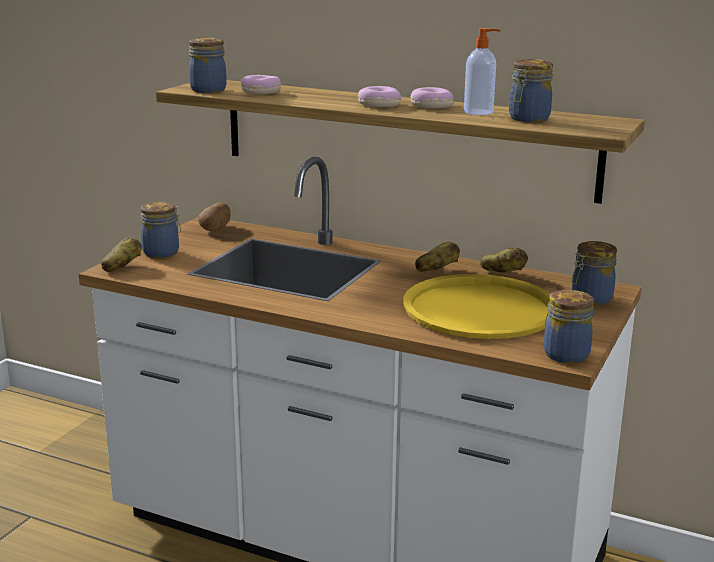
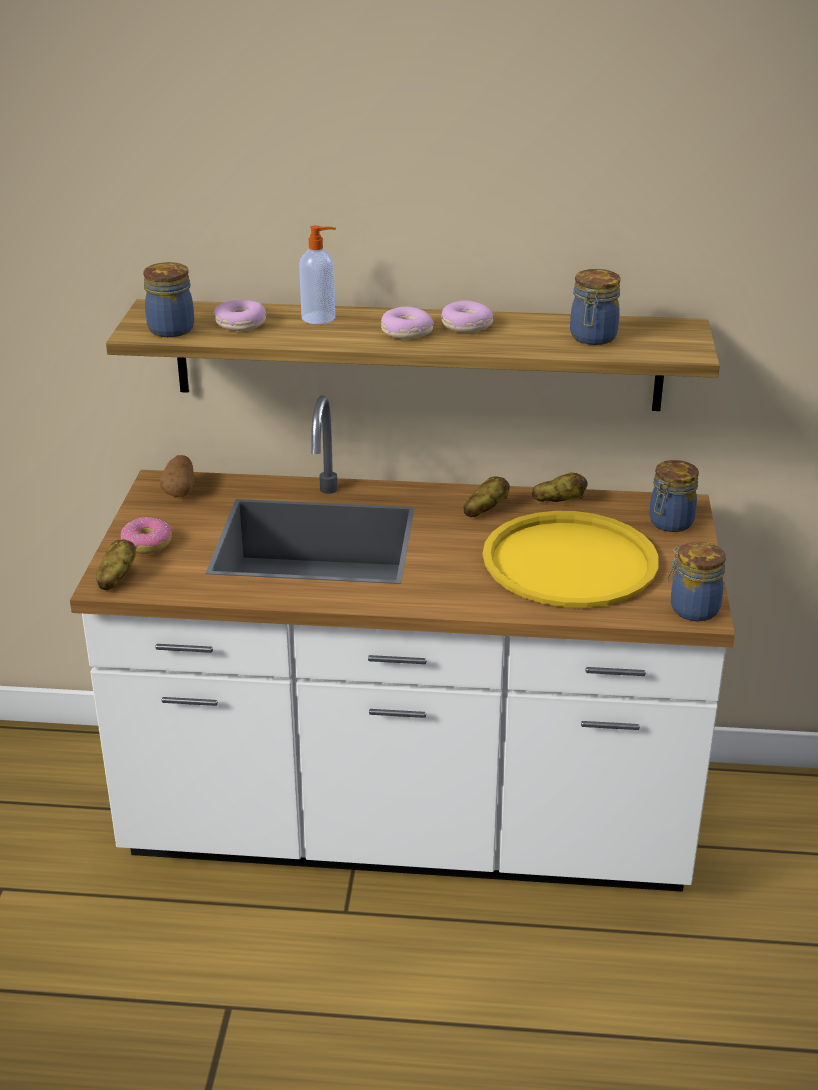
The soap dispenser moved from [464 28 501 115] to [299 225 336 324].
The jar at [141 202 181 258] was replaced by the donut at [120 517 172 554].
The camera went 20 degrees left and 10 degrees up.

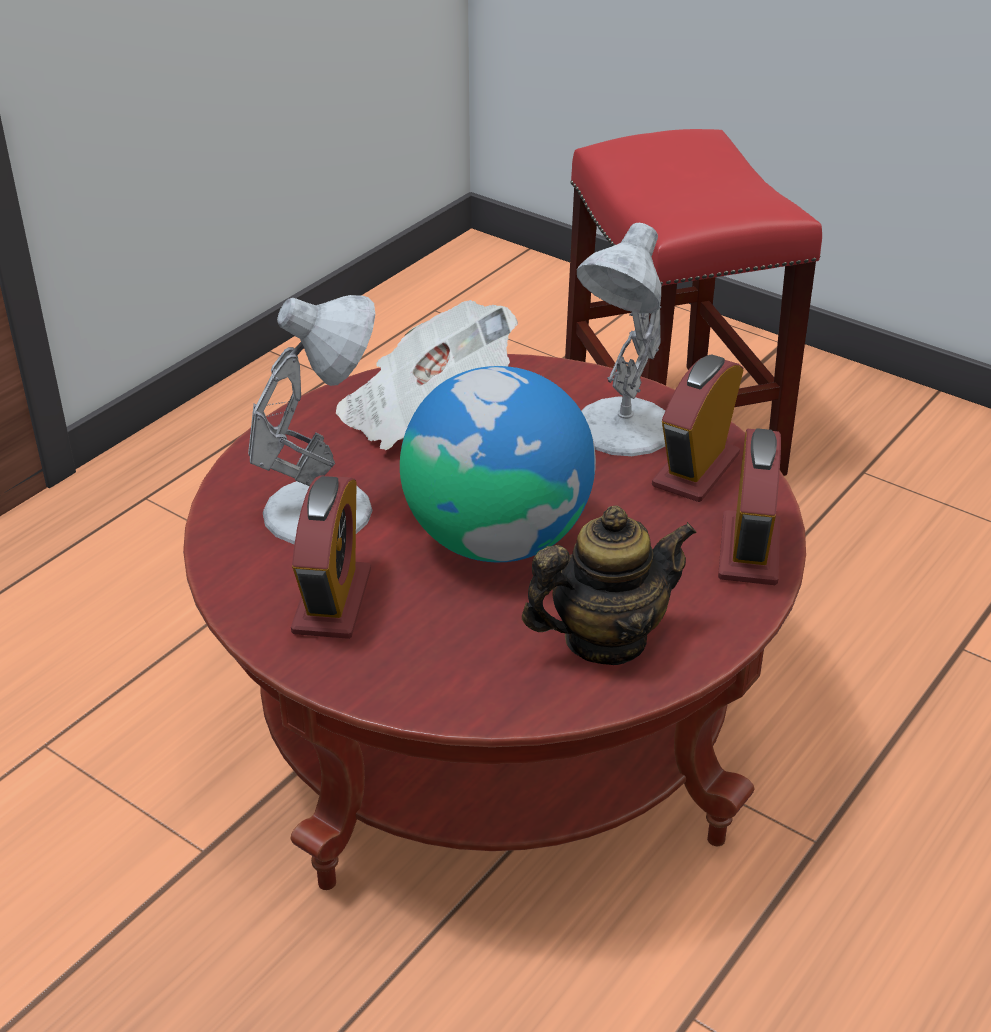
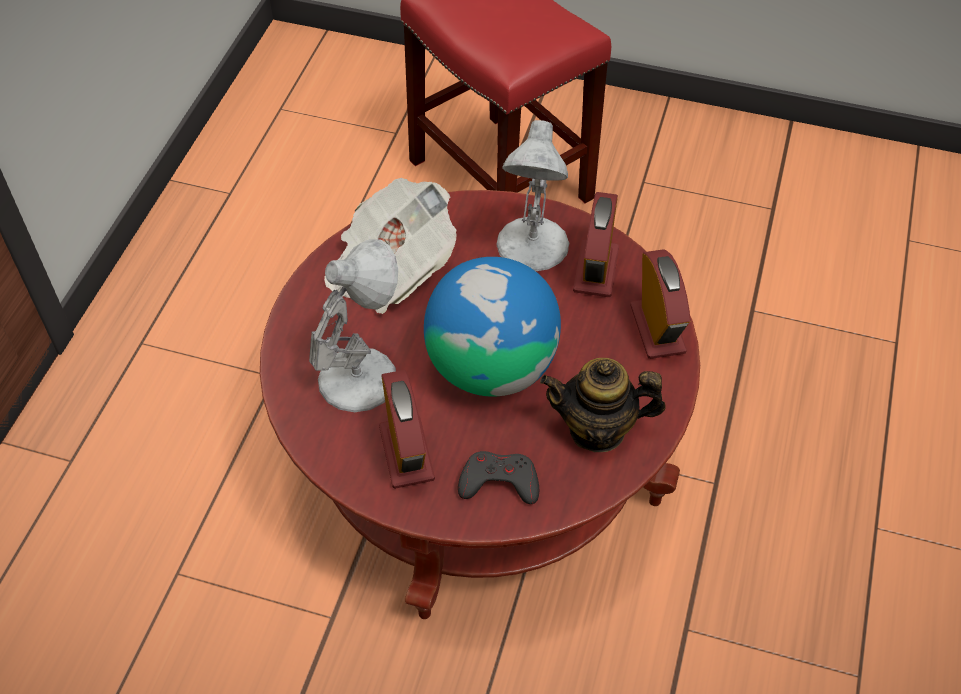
The teapot at [522 506 697 665] turned 135 degrees counterclockwise.
The grey game controller at [458 451 539 504] appeared.
The camera went 20 degrees left and 15 degrees up.

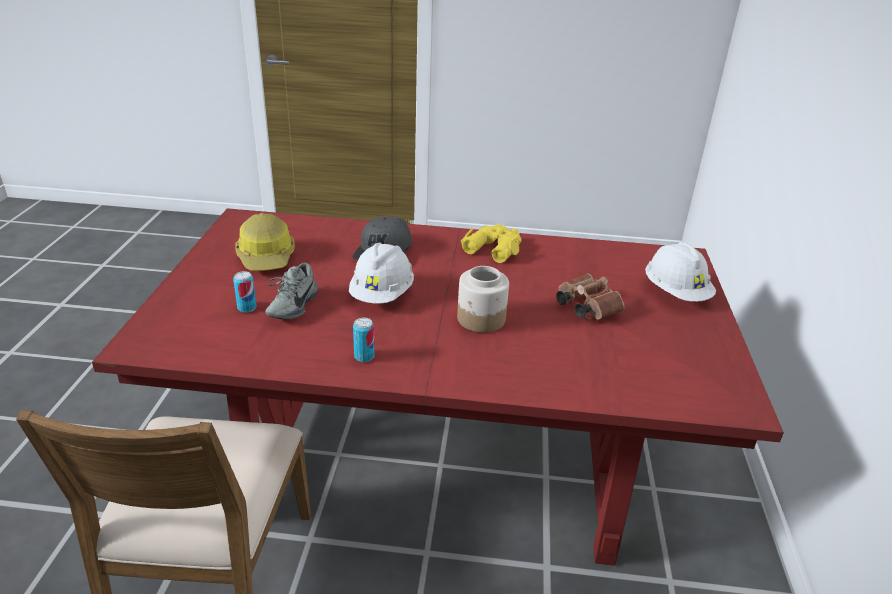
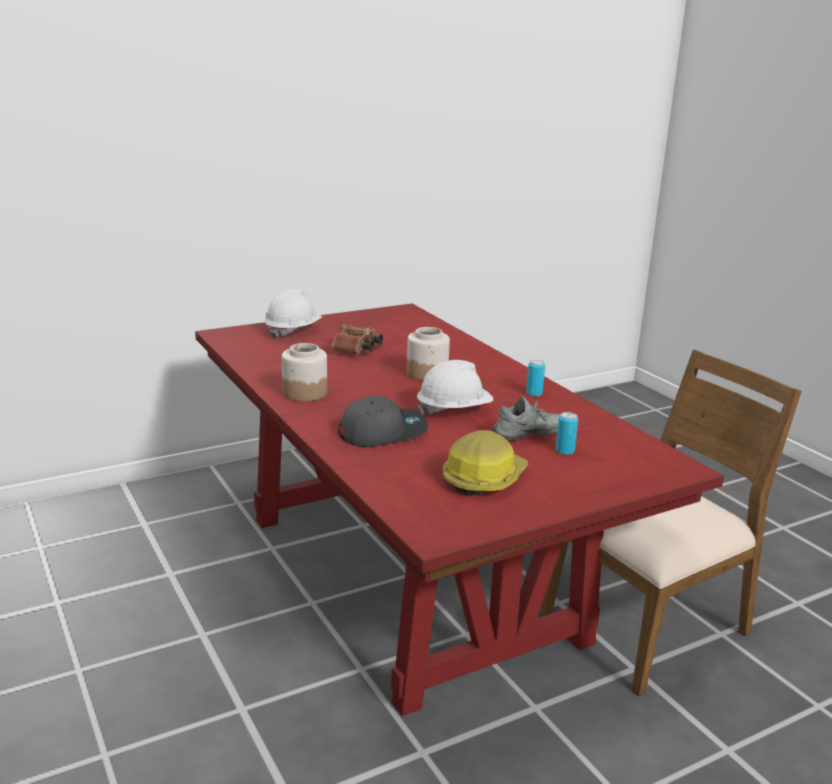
The yellow binoculars at [461 224 522 263] was replaced by the jar at [282 343 327 402].
The camera went 125 degrees left and 10 degrees down.

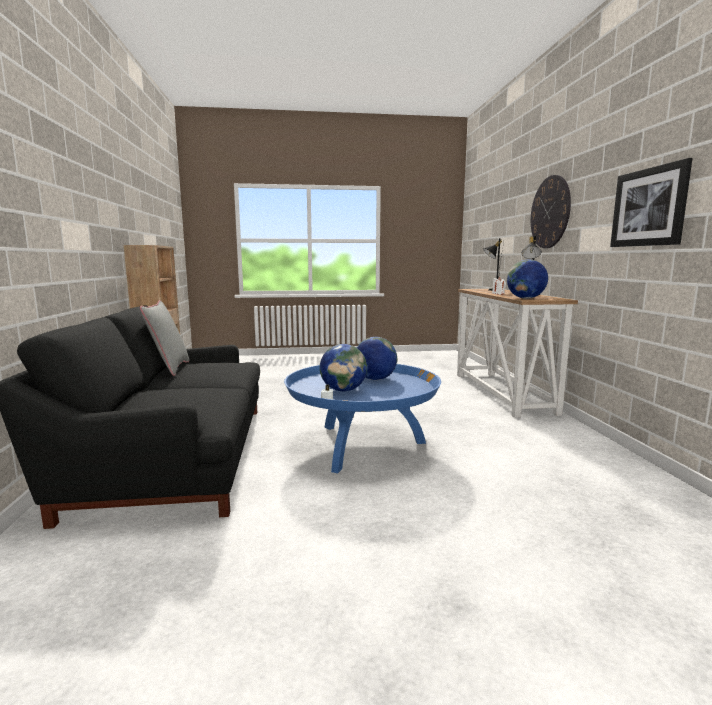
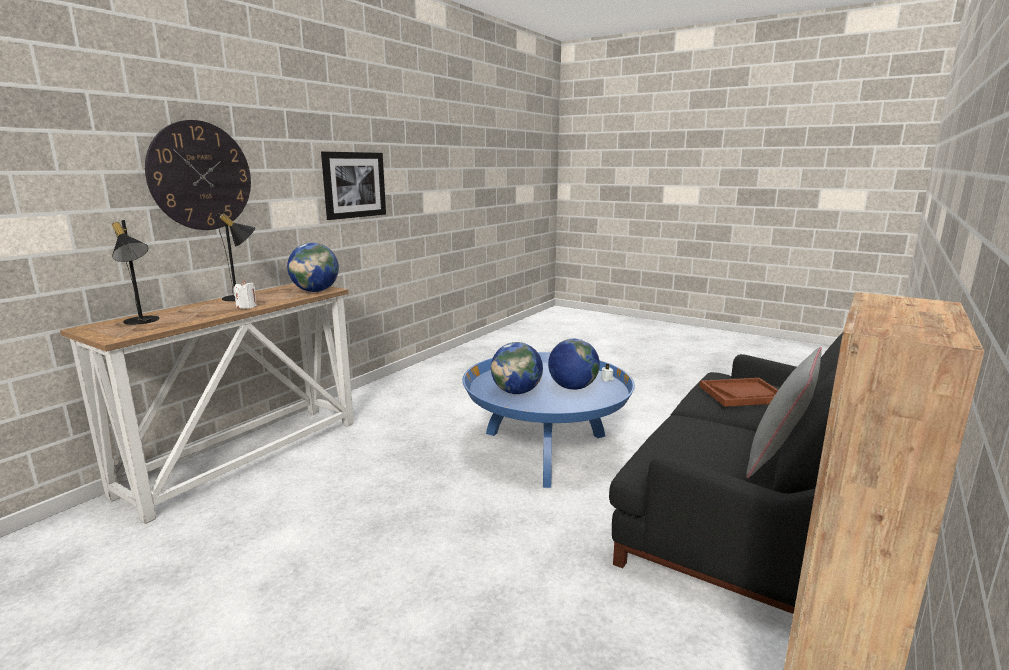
The brown tray at [700 378 778 407] appeared.
The camera went 140 degrees left and 5 degrees up.

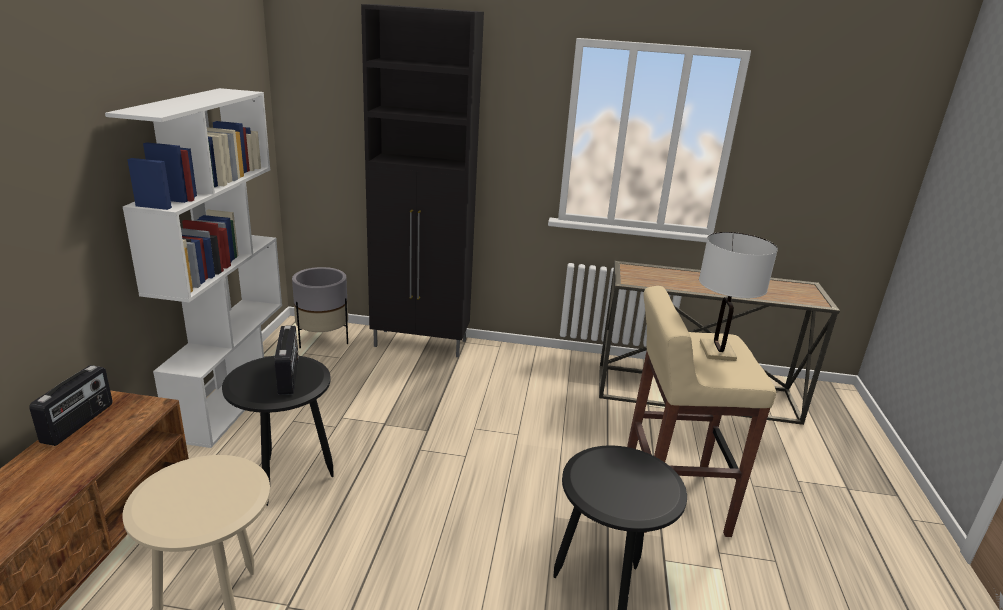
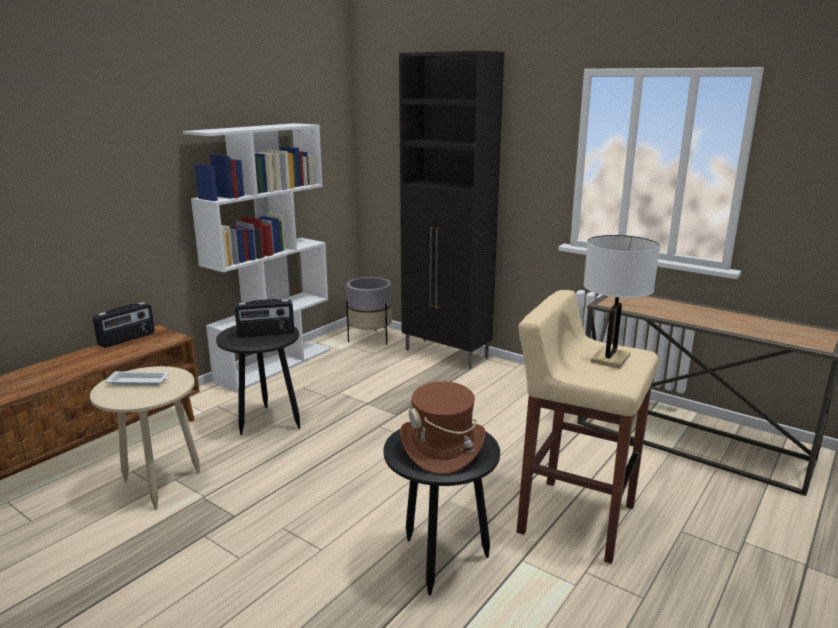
The radio at [274 325 299 395] turned 60 degrees clockwise.
The white tray at [105 371 169 386] appeared.
The brown hat at [400 381 486 475] appeared.
The camera went 30 degrees right and 5 degrees down.

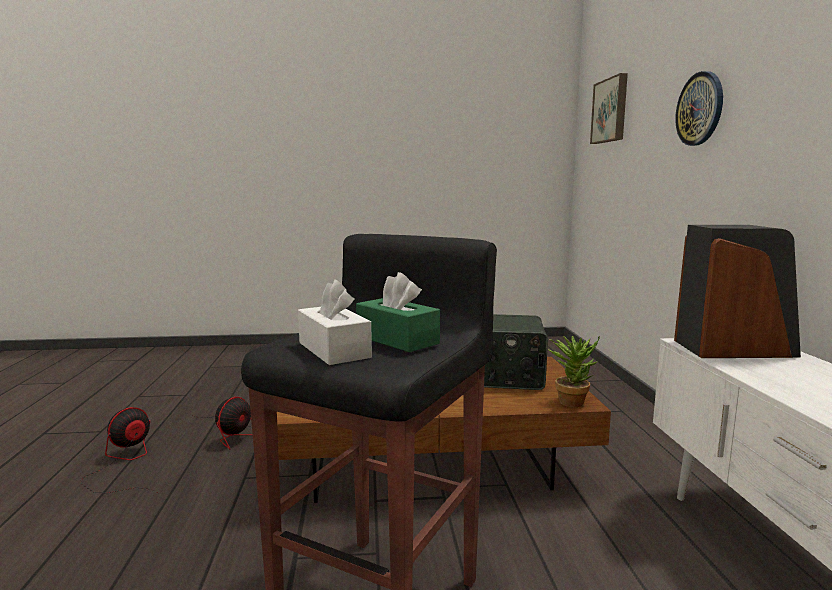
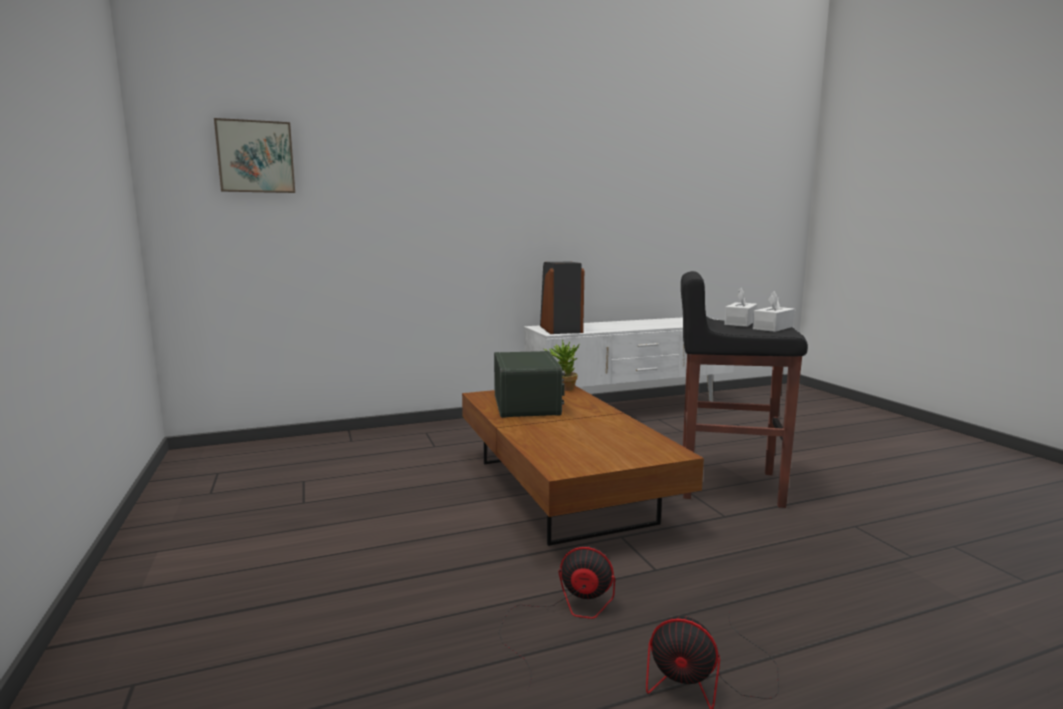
The wall clock at [675 71 723 146] disappeared.
The green tissue box at [356 272 440 352] became the white tissue box at [724 288 757 327].
The camera went 105 degrees left and 0 degrees up.

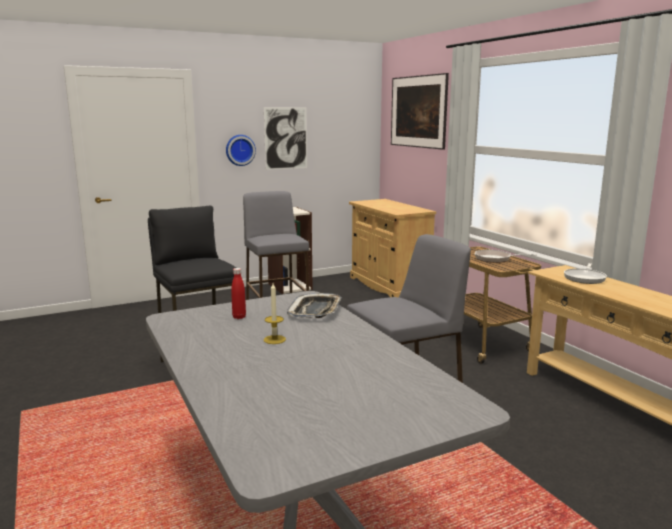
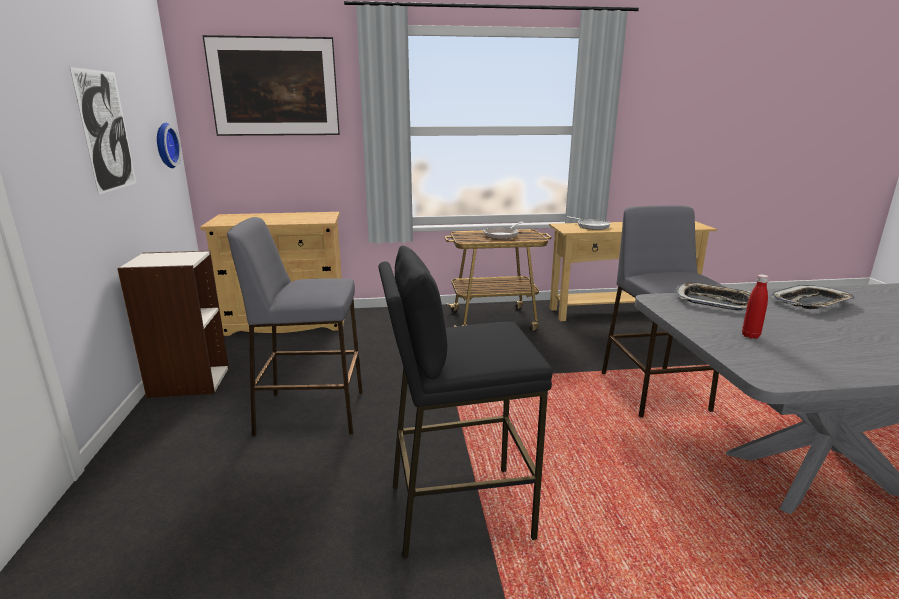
The wall clock moved from [226 135 256 166] to [157 123 181 168].
The candle at [264 283 286 344] disappeared.
The tray at [771 285 855 309] appeared.
The camera went 70 degrees left and 5 degrees up.

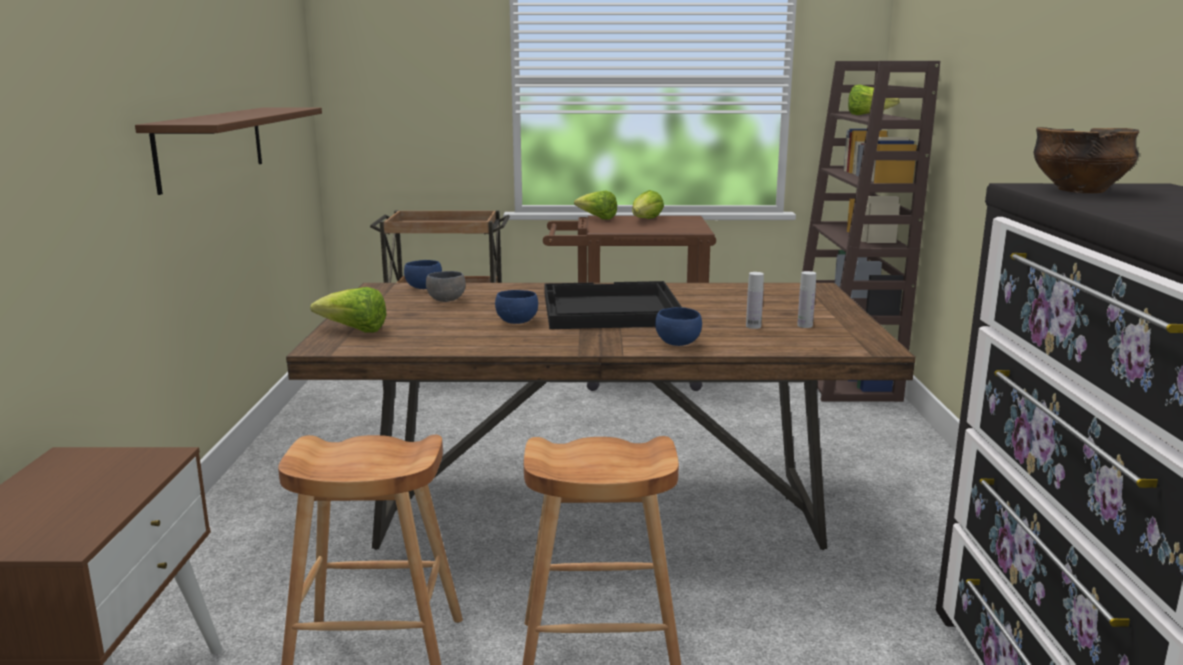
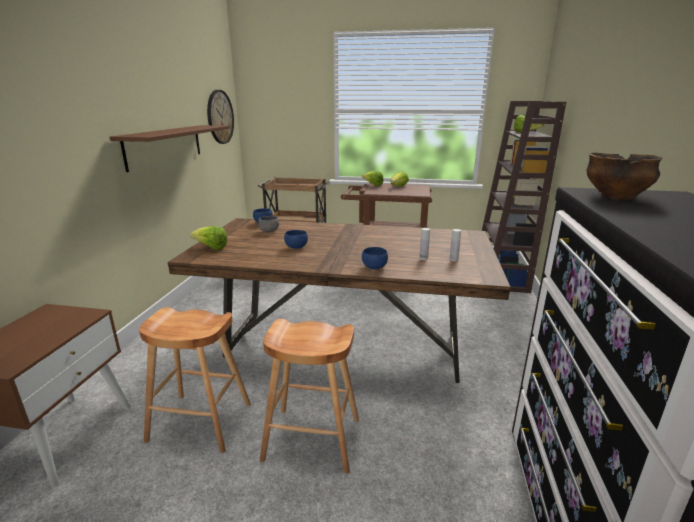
The black tray at [544 281 682 329] disappeared.
The wall clock at [207 90 234 144] appeared.
The camera went 10 degrees right and 5 degrees up.

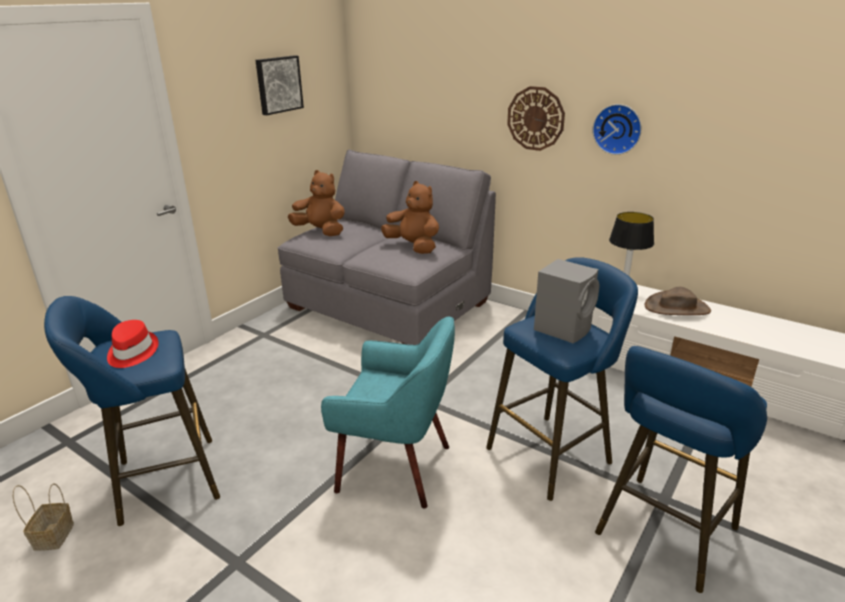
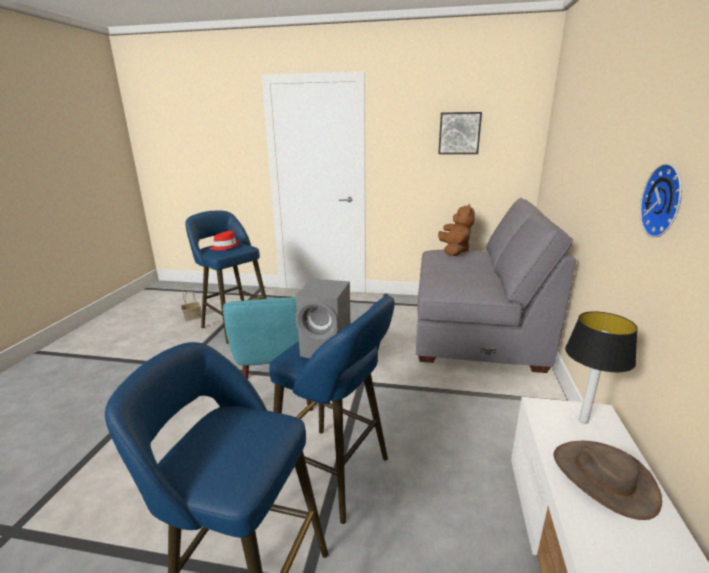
The wall clock at [507 86 565 151] disappeared.
The brown plush toy at [381 181 439 254] disappeared.
The camera went 65 degrees right and 5 degrees down.

